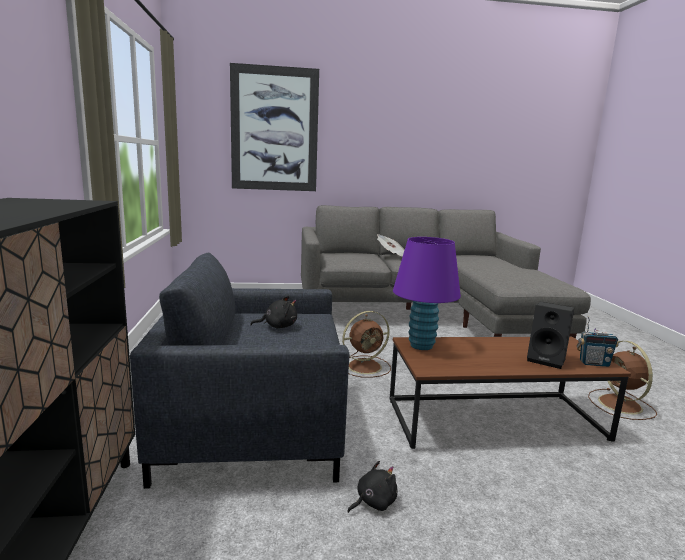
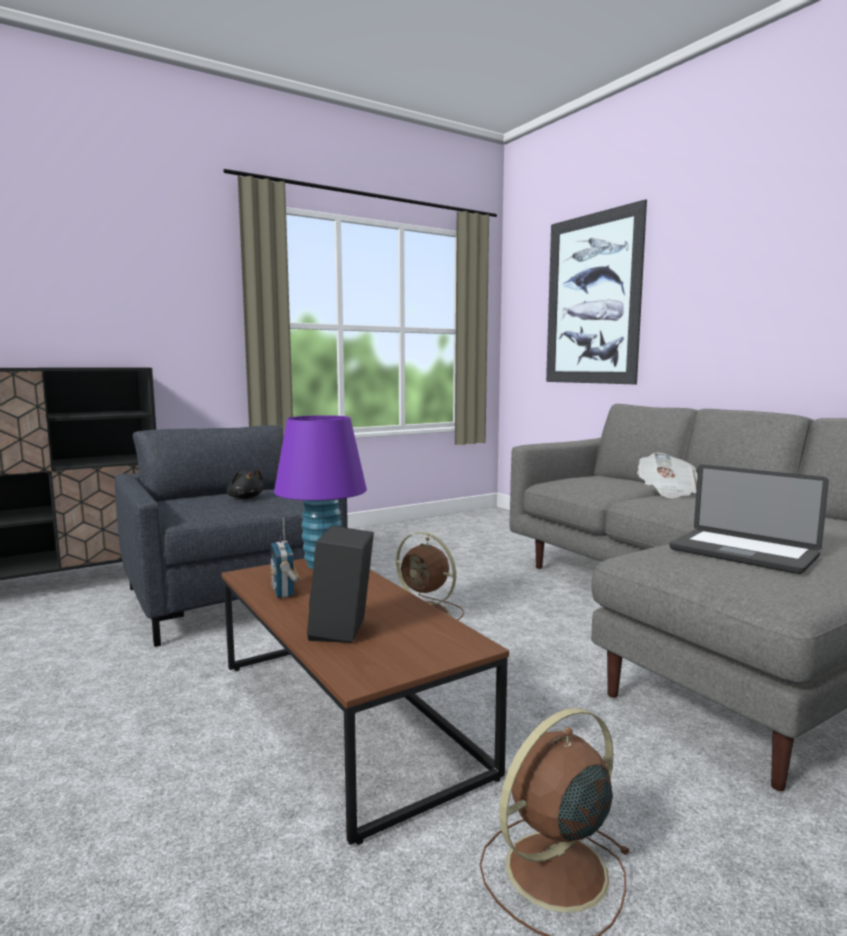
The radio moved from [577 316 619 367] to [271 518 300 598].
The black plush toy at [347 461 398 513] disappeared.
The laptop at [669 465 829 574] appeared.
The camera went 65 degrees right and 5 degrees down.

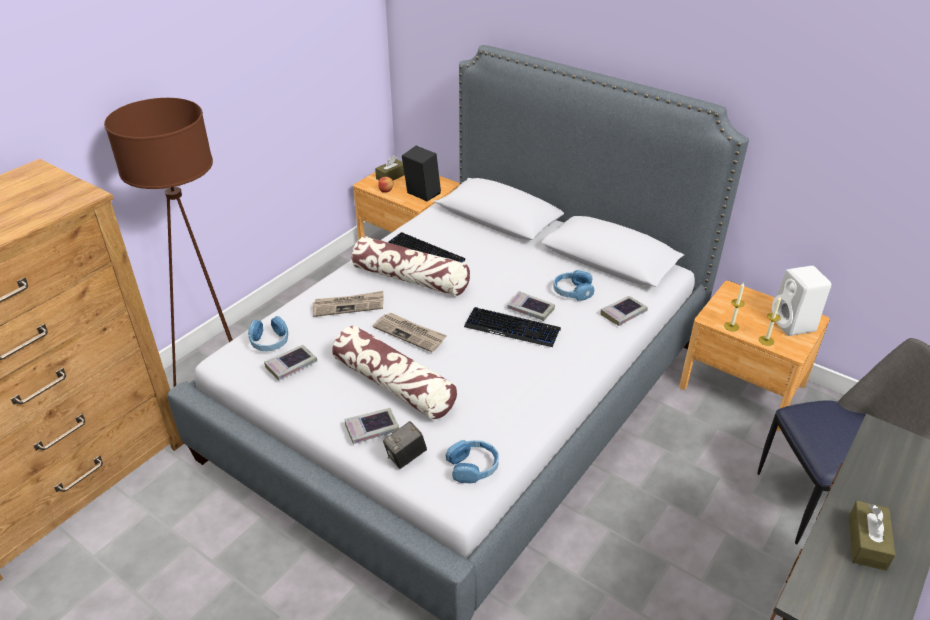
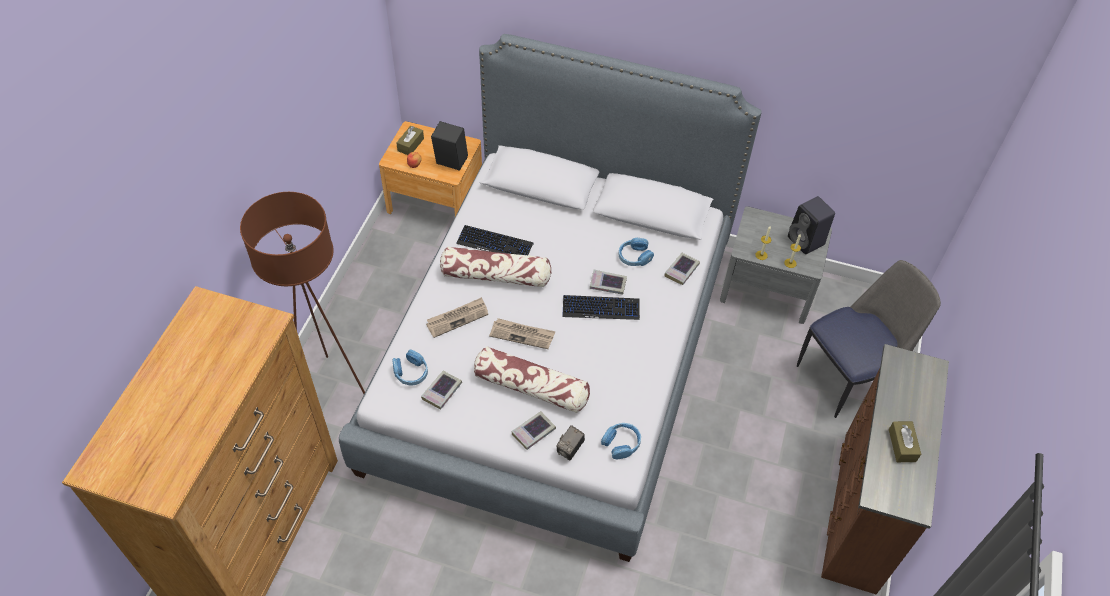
The white speaker at [771 266 832 336] became the black speaker at [788 196 835 254].
The brown nightstand at [679 281 830 431] became the grey nightstand at [720 206 832 324].
The camera went 20 degrees left and 15 degrees up.

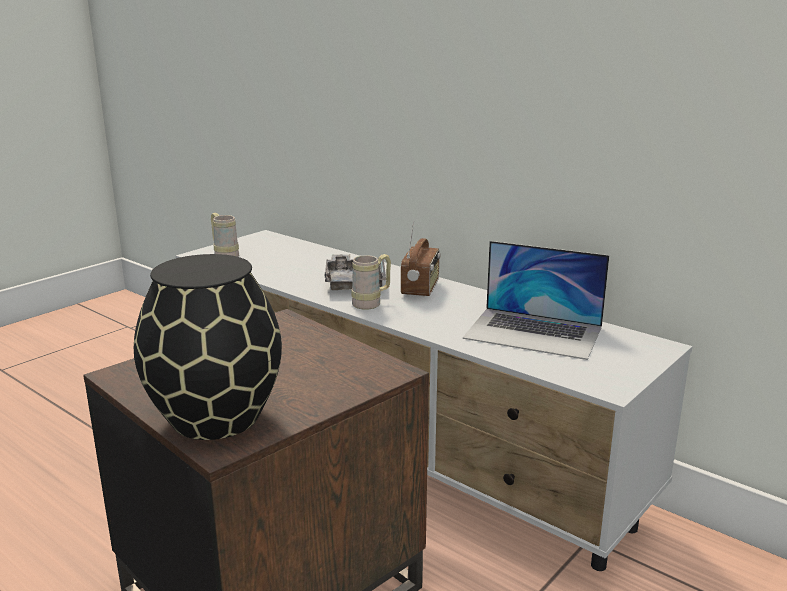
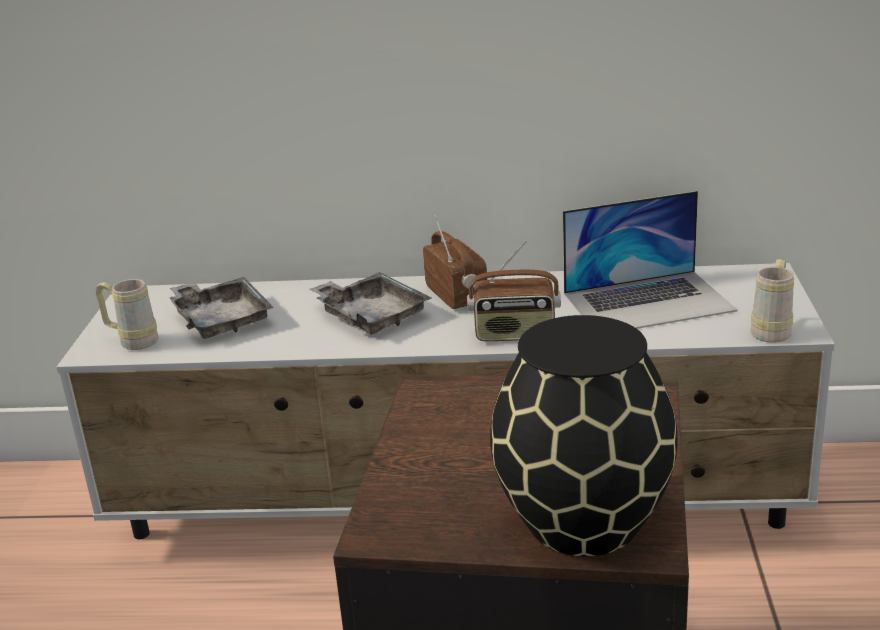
The beige mug moved from [351 254 391 310] to [751 259 794 343].
The radio at [467 240 561 341] appeared.
The grey tray at [170 277 274 339] appeared.
The camera went 35 degrees left and 5 degrees up.

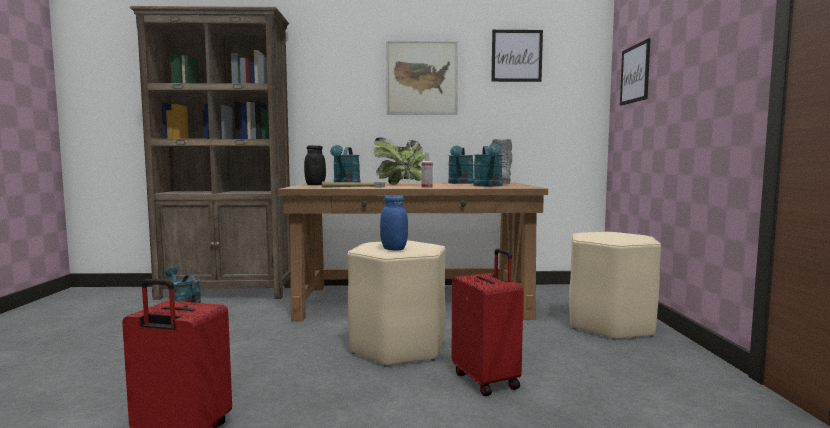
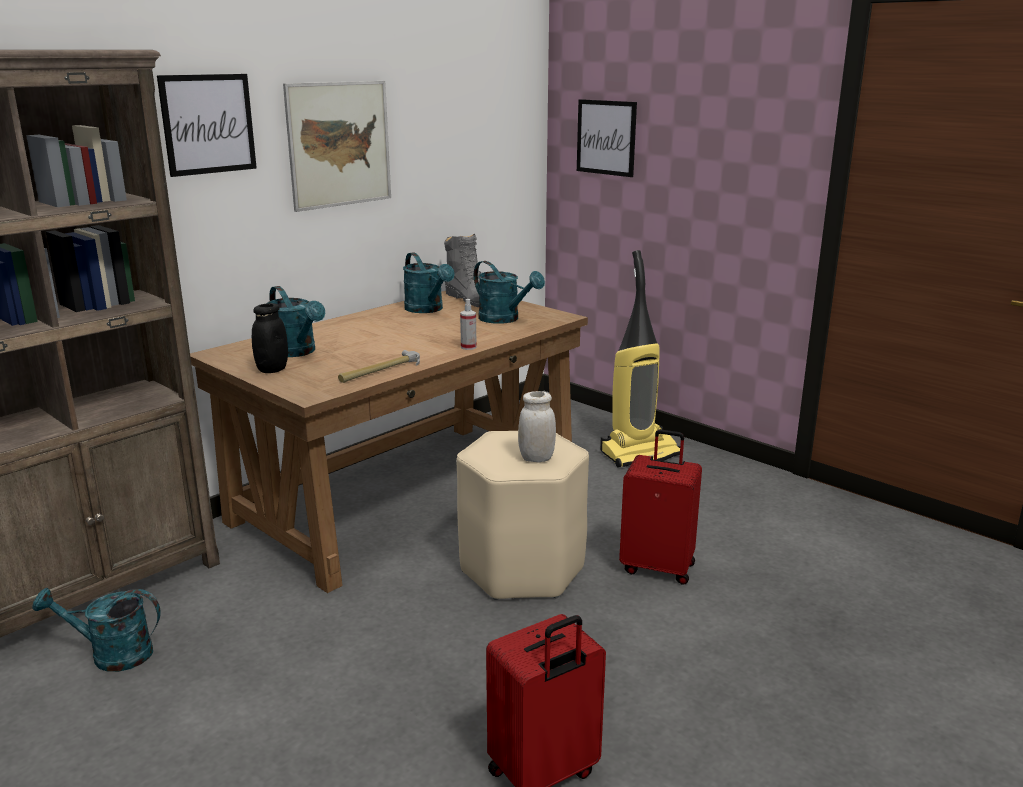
The picture moved from [491 30 543 82] to [157 74 257 177].
The potted plant at [373 137 425 185] disappeared.
The blue jar at [380 196 408 251] became the white jar at [518 391 556 462].
The beige stool at [569 232 661 340] was replaced by the vacuum cleaner at [600 250 680 468].
The camera went 45 degrees left and 15 degrees up.

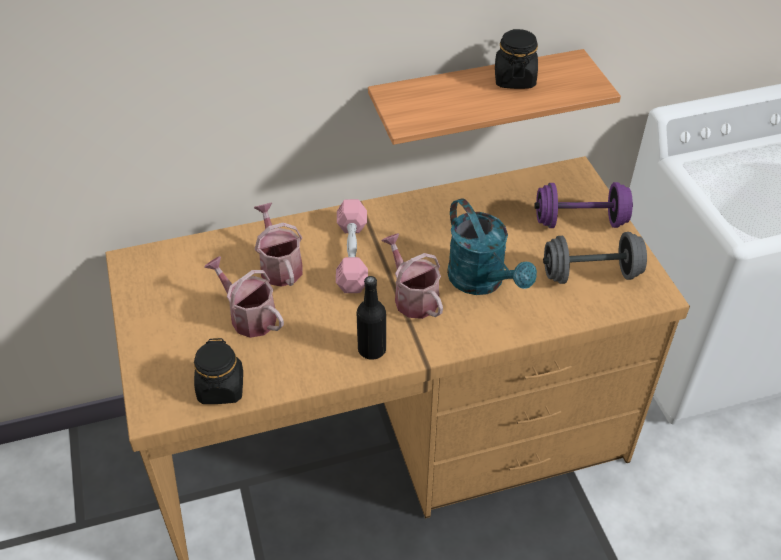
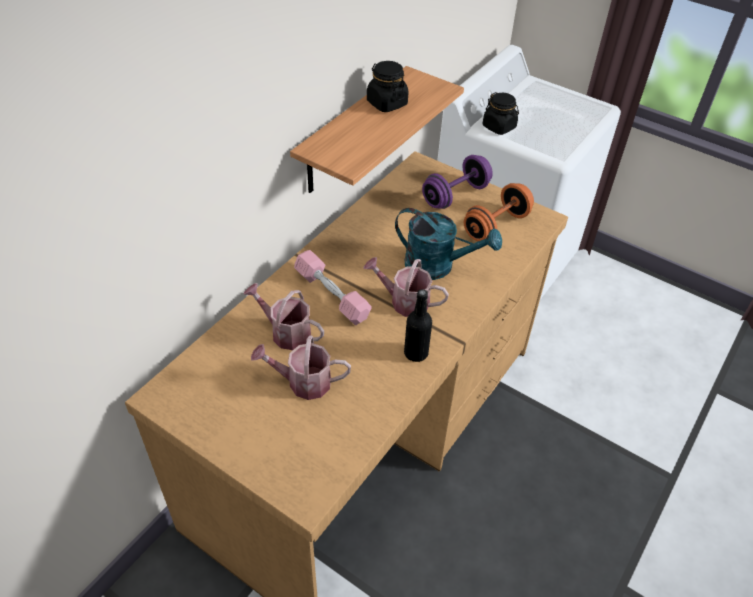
The grey dumbbell at [543 232 647 284] became the orange dumbbell at [464 183 534 241].
The black jar moved from [194 338 243 404] to [483 92 519 135].
The camera went 40 degrees left and 0 degrees up.

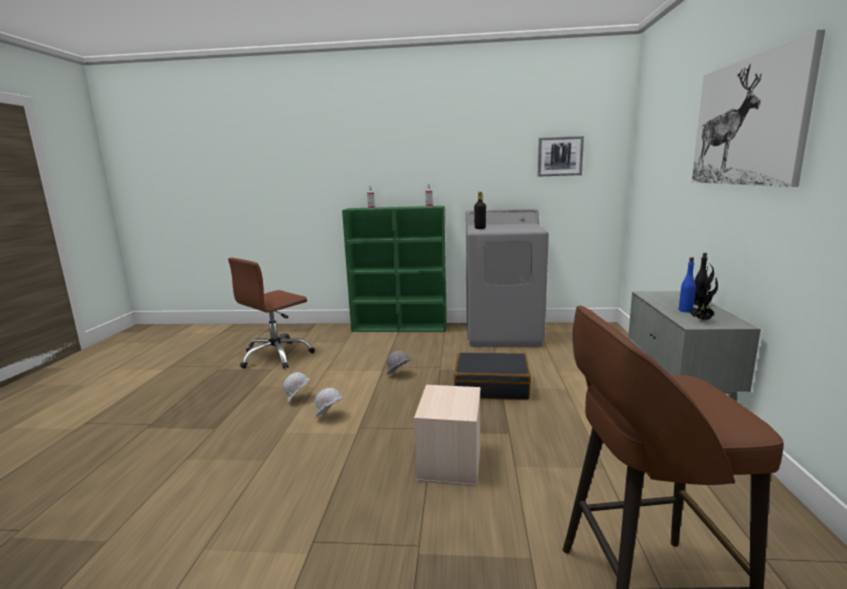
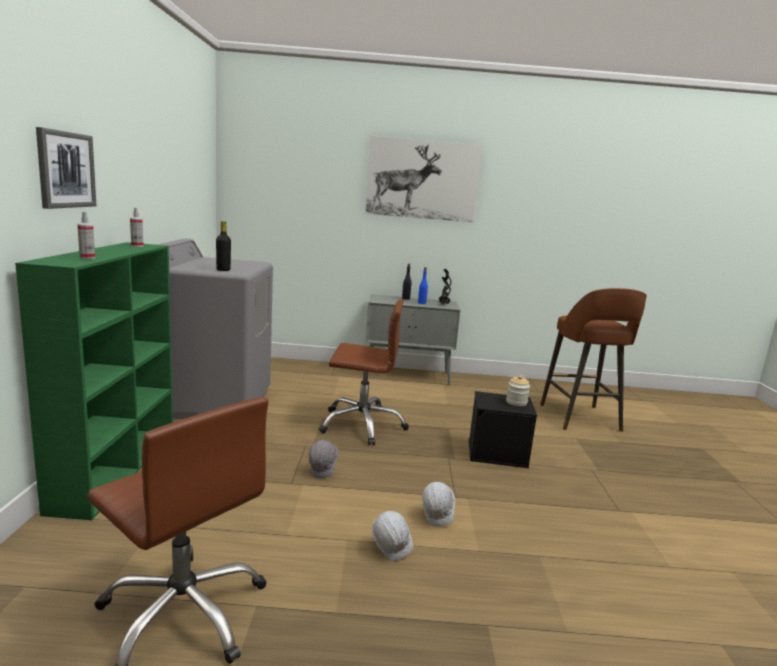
The picture moved from [538 136 584 176] to [36 127 97 209].
The black suitcase at [454 352 531 400] was replaced by the brown office chair at [319 299 409 445].
The beige storage box at [414 385 481 486] became the black storage box at [469 391 537 468].
The jar at [506 375 530 406] appeared.
The camera went 95 degrees left and 0 degrees up.

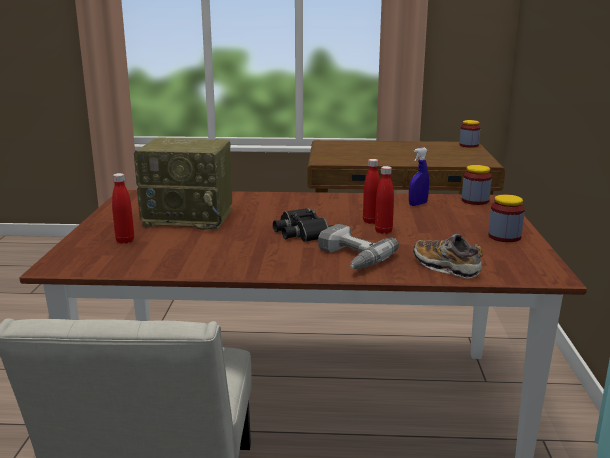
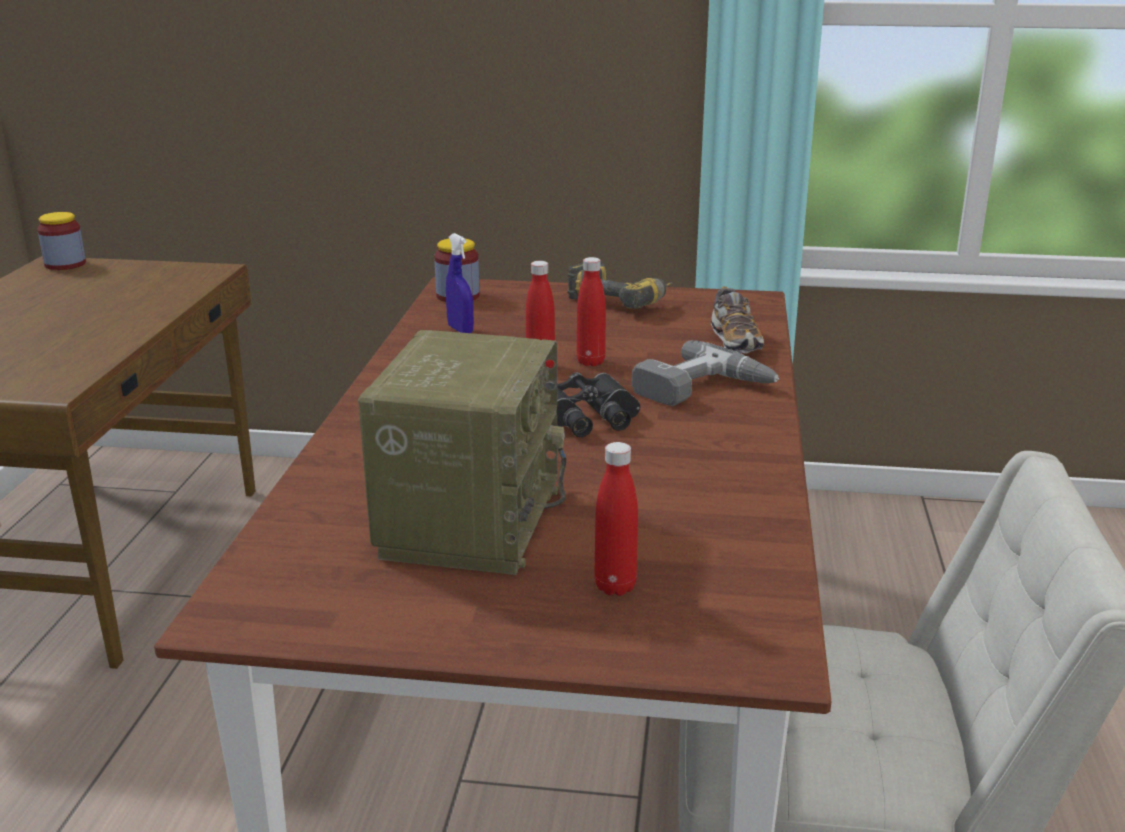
The jar at [488 195 525 242] was replaced by the power drill at [567 262 673 309].
The shoe at [413 234 483 278] turned 60 degrees counterclockwise.
The camera went 85 degrees left and 5 degrees up.

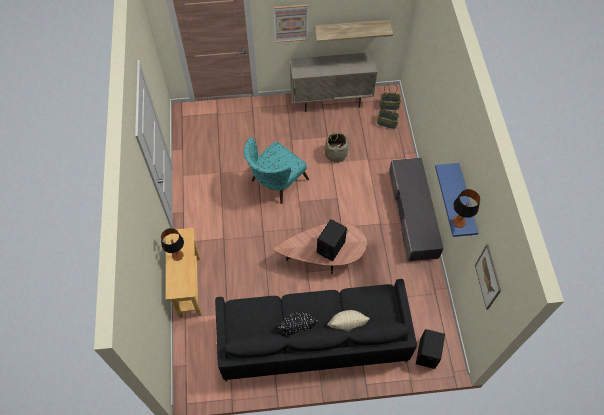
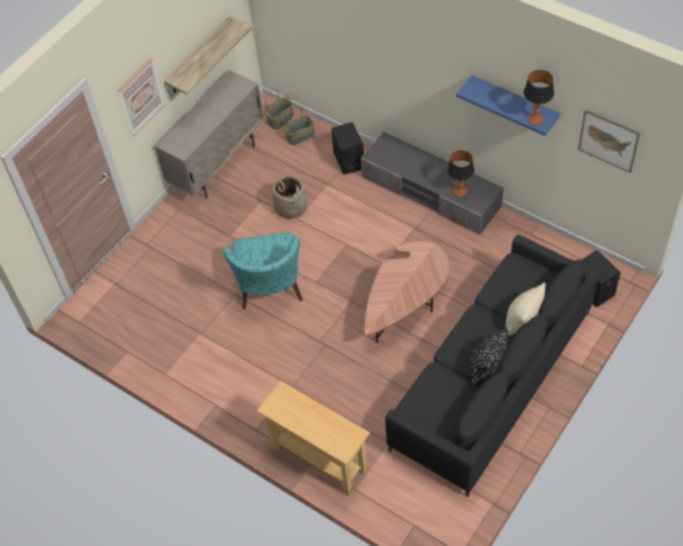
The black speaker moved from [317 219 347 261] to [331 122 364 175].
The table lamp moved from [161 228 184 261] to [447 150 474 197].
The camera went 45 degrees left and 5 degrees down.

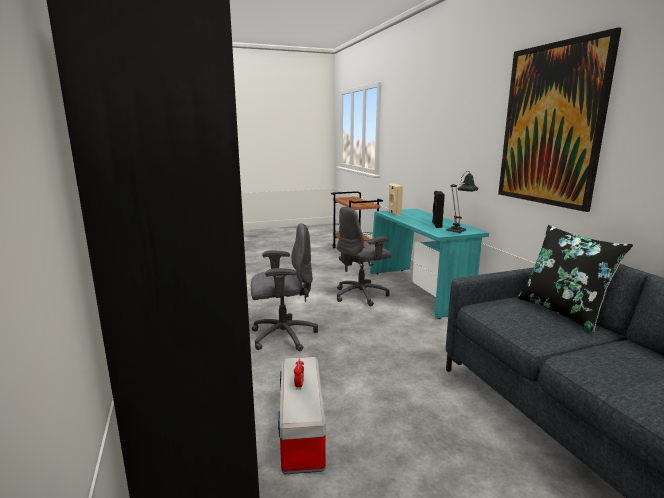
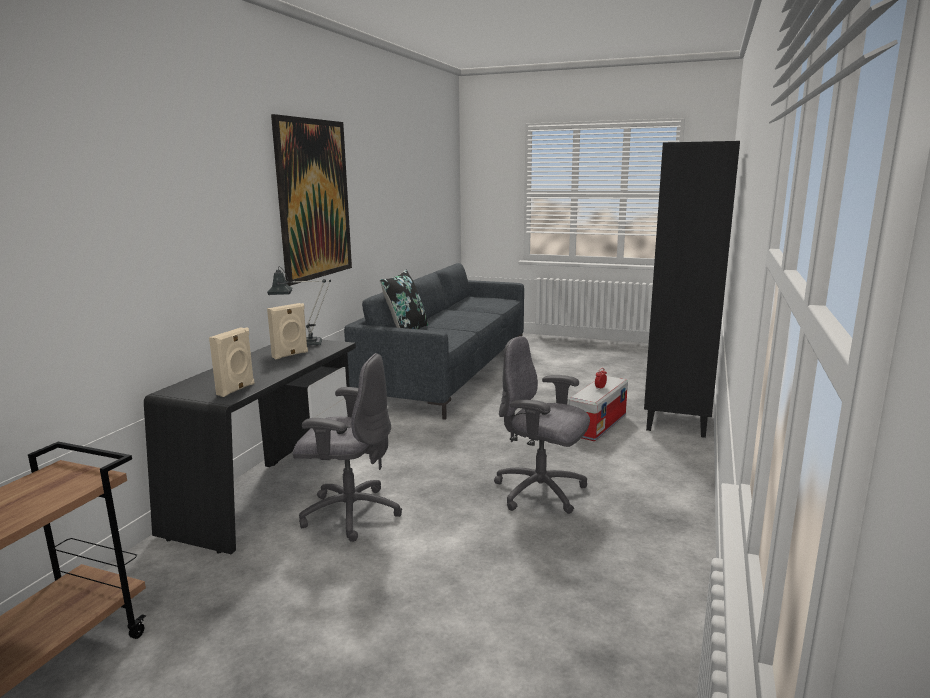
The black speaker at [432 191 445 228] became the beige speaker at [267 303 308 359].
The turquoise desk at [370 209 489 319] became the black desk at [144 340 356 554].
The camera went 140 degrees left and 0 degrees up.

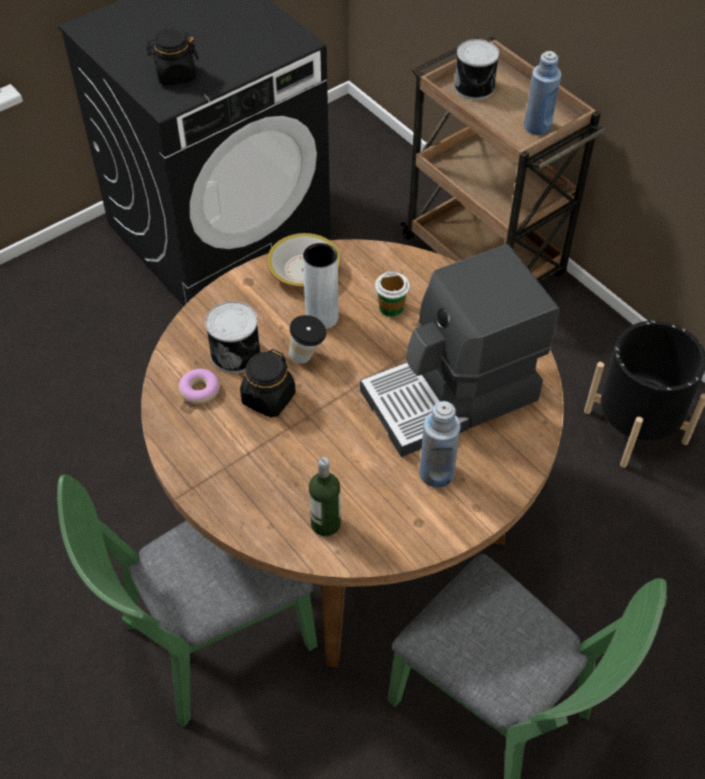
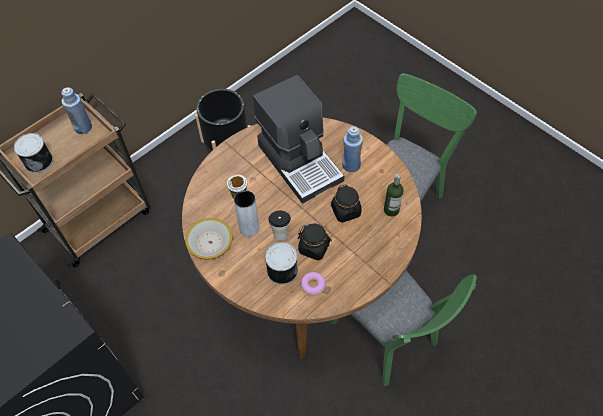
The black jar moved from [146 28 199 85] to [331 184 362 222].
The camera went 95 degrees left and 5 degrees up.

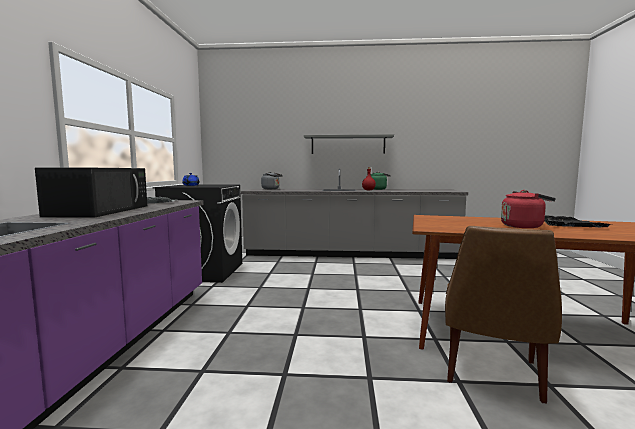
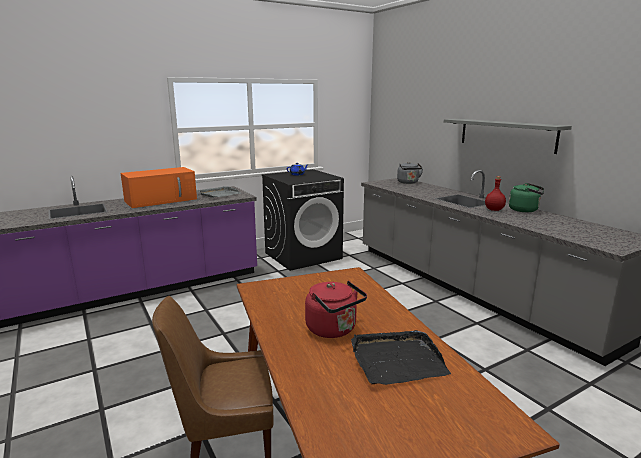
The black microwave at [35 168 147 217] became the orange microwave at [121 167 197 208].
The camera went 55 degrees right and 10 degrees up.

